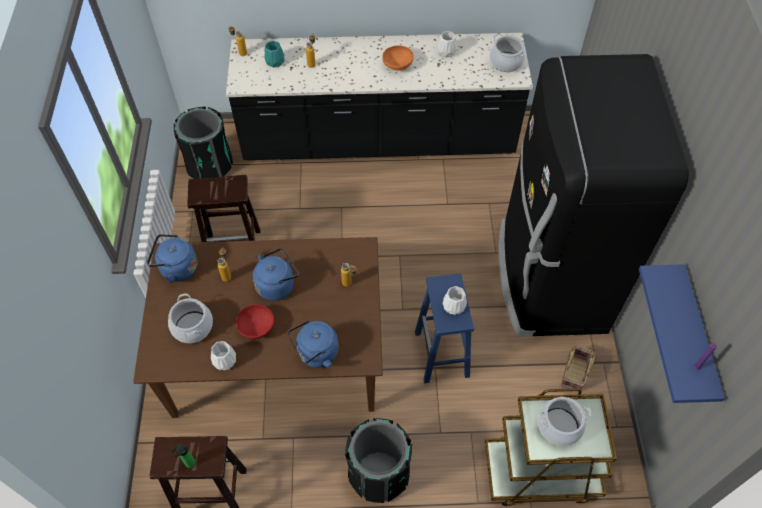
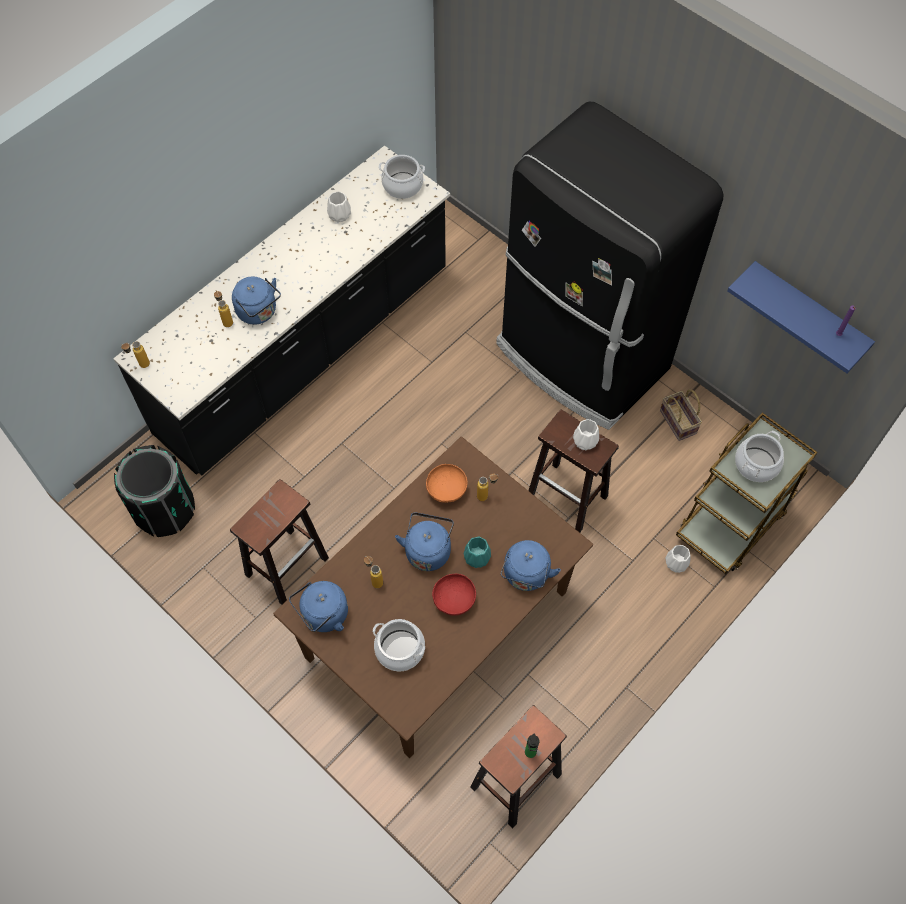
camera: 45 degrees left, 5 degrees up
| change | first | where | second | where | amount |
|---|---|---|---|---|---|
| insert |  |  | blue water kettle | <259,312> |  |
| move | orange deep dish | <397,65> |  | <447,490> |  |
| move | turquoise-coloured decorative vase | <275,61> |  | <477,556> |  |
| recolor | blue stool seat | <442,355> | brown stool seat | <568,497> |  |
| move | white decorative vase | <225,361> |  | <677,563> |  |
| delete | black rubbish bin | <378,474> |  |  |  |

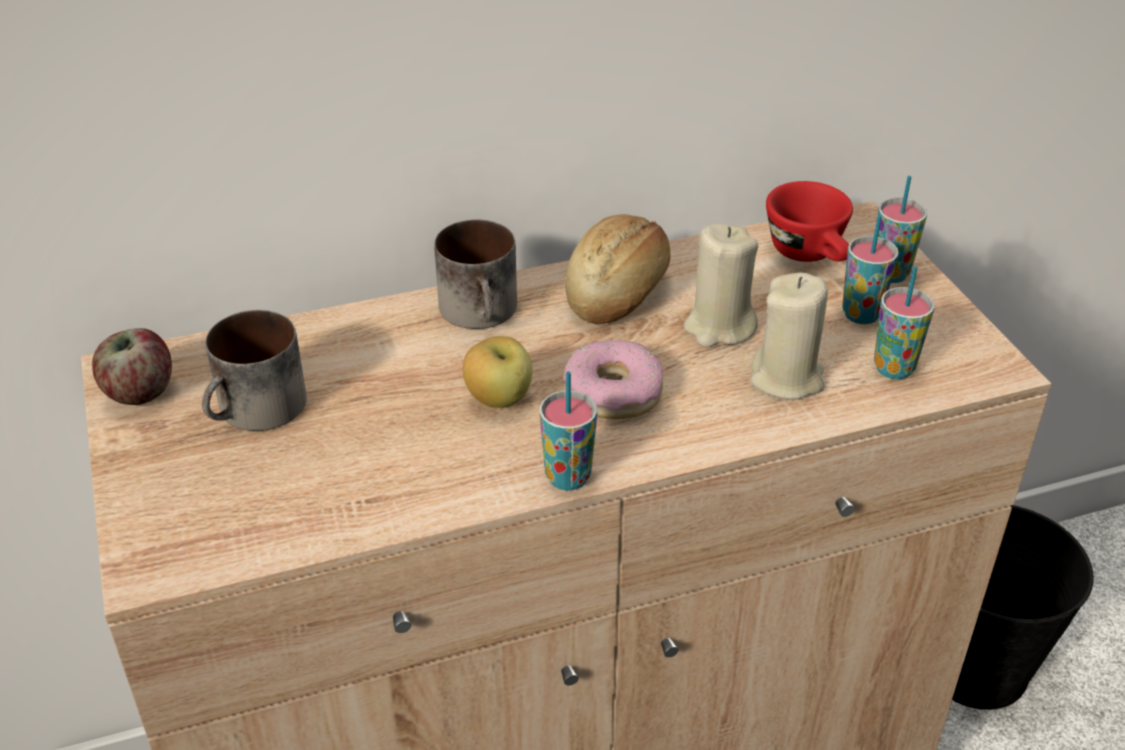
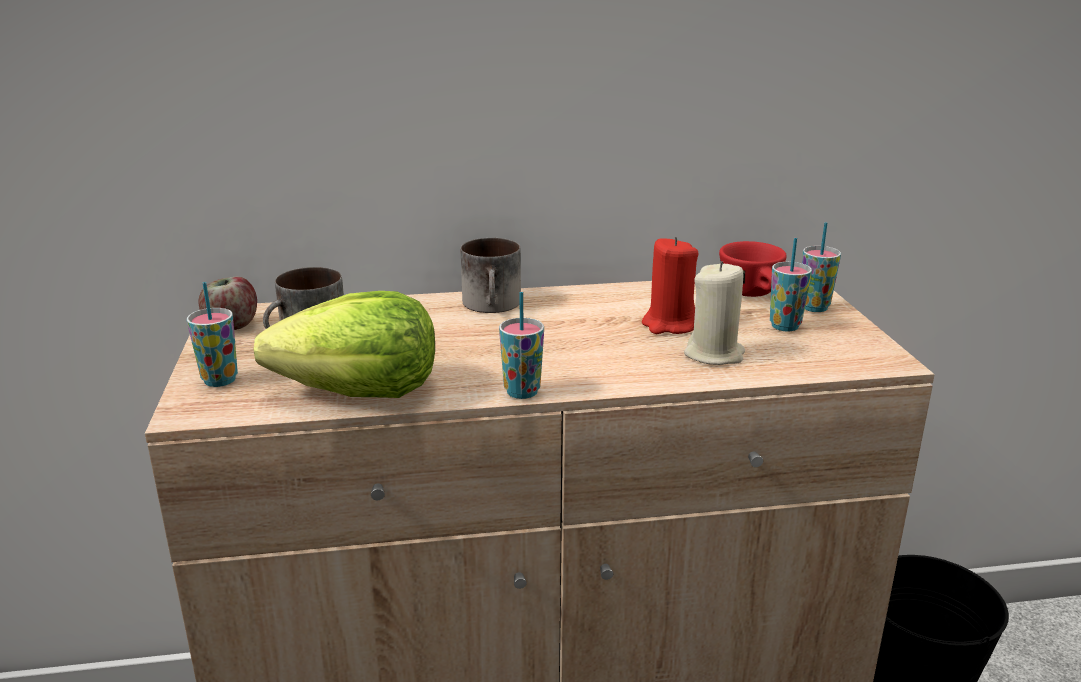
camera: 10 degrees right, 15 degrees down
| change | first | where | second | where | amount |
|---|---|---|---|---|---|
| move | small cup | <893,368> |  | <220,380> |  |
| insert |  |  | lettuce head | <360,392> |  |
| recolor | beige-coloured wax light | <719,327> | reddish wax light | <669,325> |  |
| delete | apple fruit | <499,399> |  |  |  |
| delete | doughnut | <614,392> |  |  |  |
| delete | bakery bread | <619,292> |  |  |  |

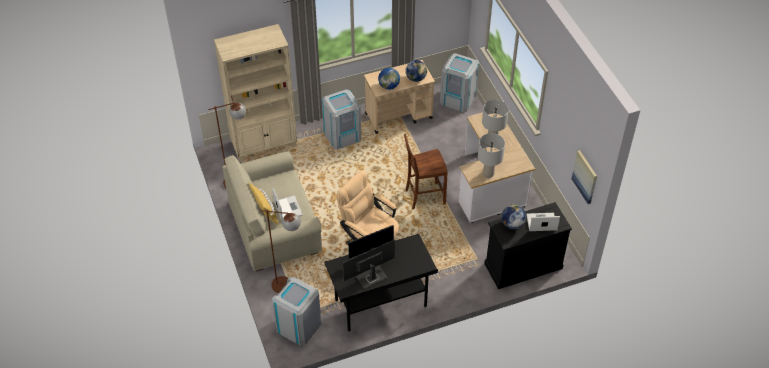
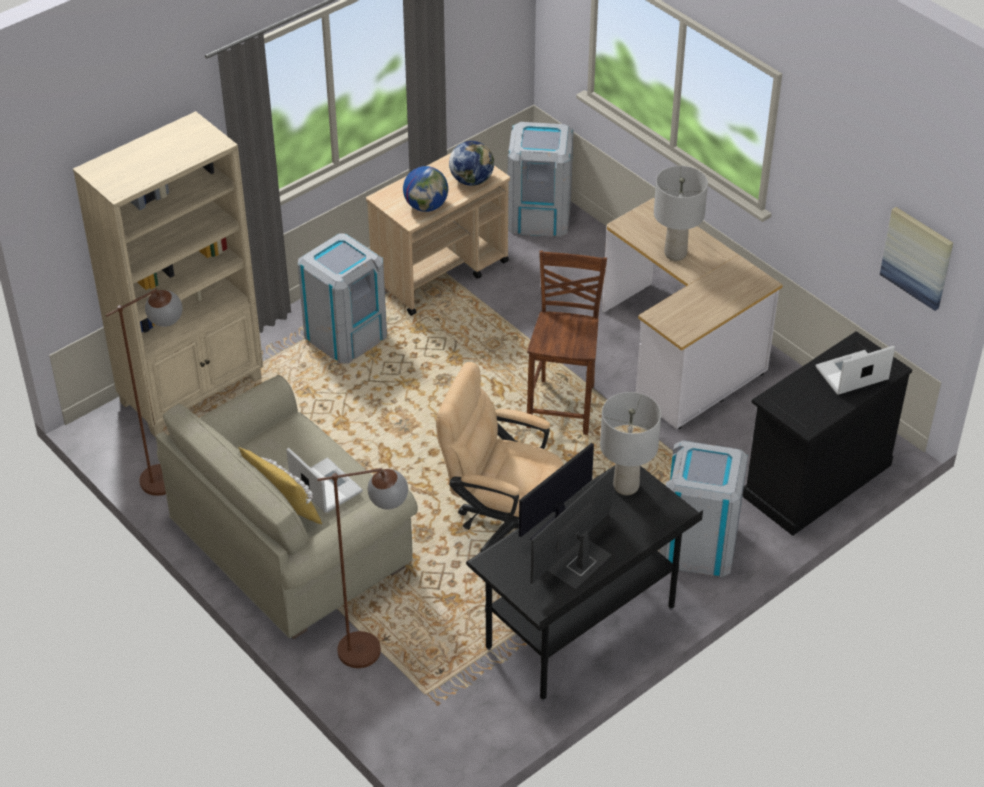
camera: 20 degrees left, 5 degrees down
| change | first | where | second | where | amount |
|---|---|---|---|---|---|
| rotate | brown plain chair | <424,196> |  | <563,405> | 135 degrees clockwise |
| move | grey table lamp | <488,173> |  | <625,486> |  |
| move | grey rubbish bin | <298,326> |  | <698,546> |  |
| delete | globe | <512,224> |  |  |  |

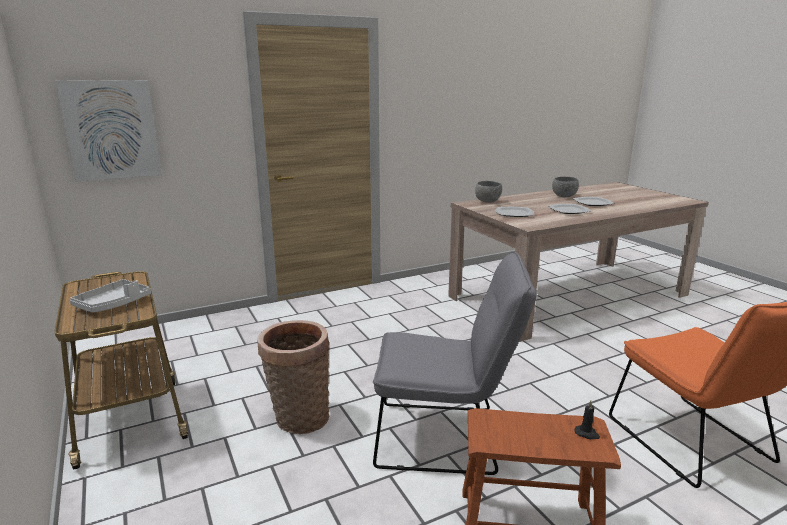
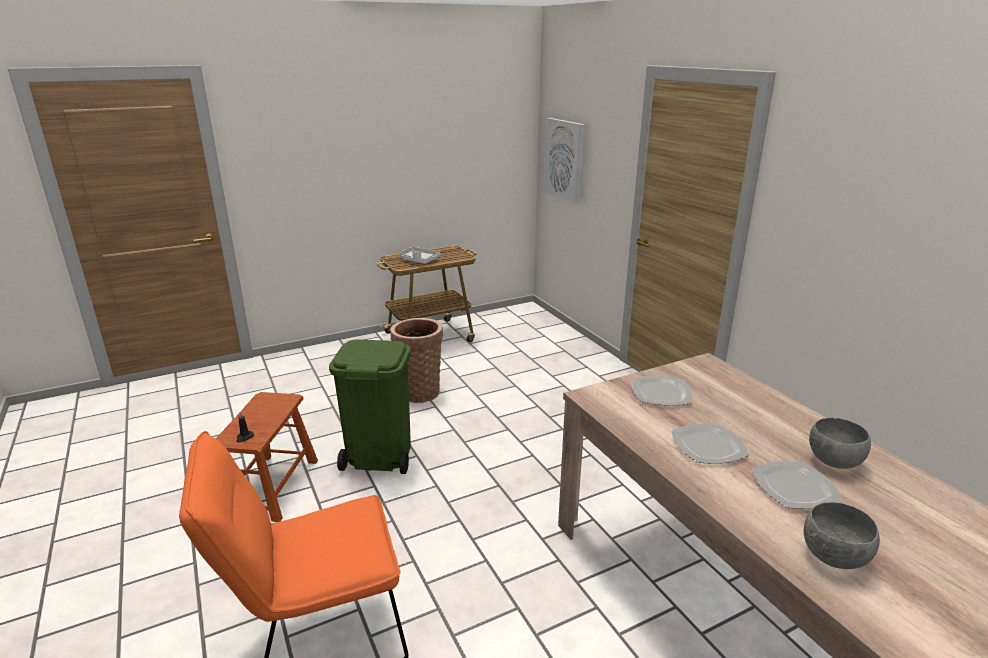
camera: 90 degrees right, 5 degrees up
| change | first | where | second | where | amount |
|---|---|---|---|---|---|
| replace | grey plain chair | <446,438> | green-coloured rubbish bin | <378,456> |  |
| move | grey deep dish | <488,202> |  | <834,558> |  |

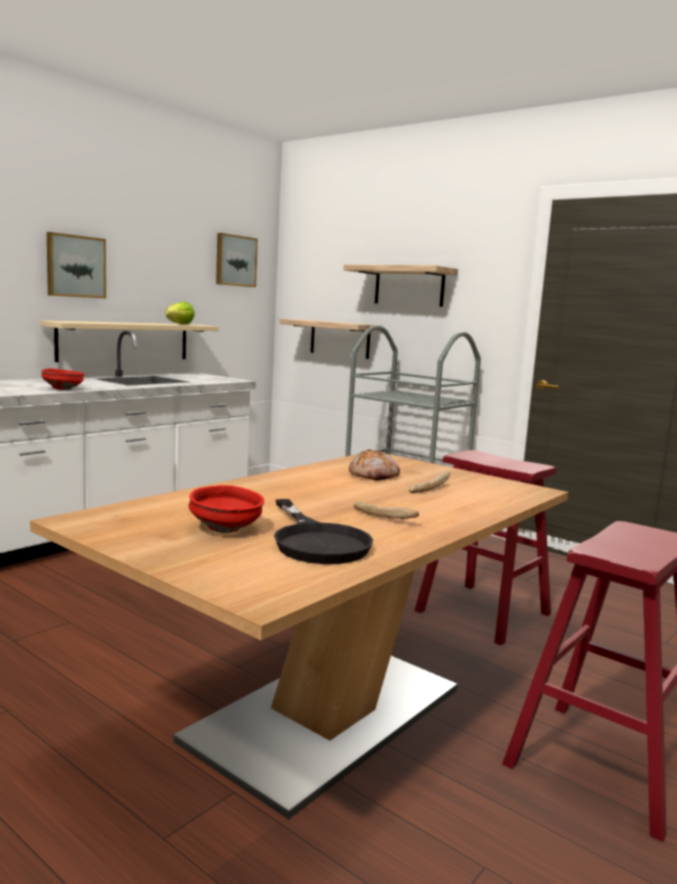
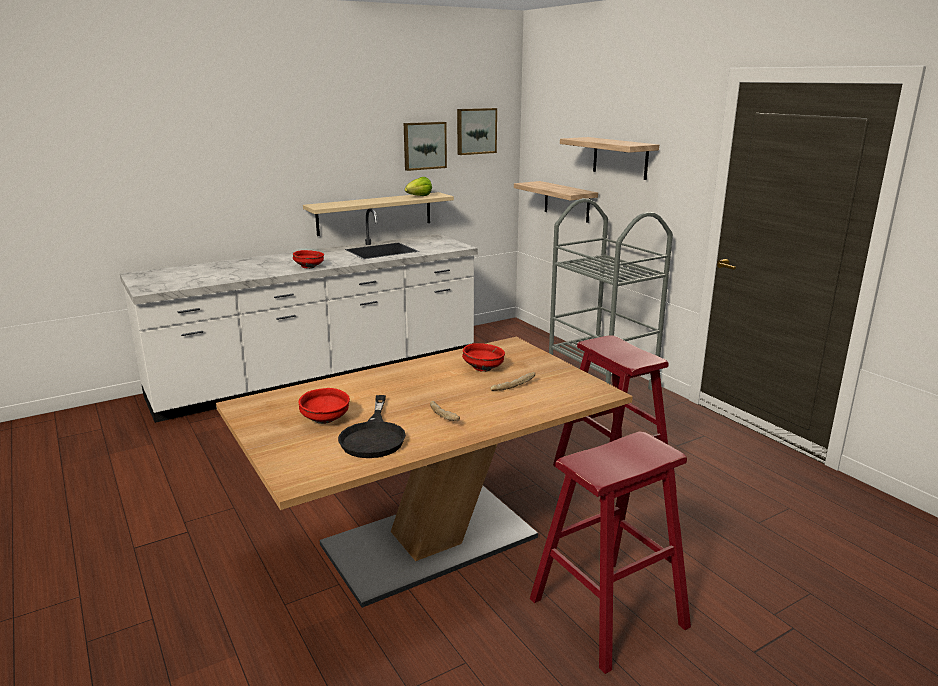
camera: 20 degrees right, 10 degrees up
| change | first | where | second | where | amount |
|---|---|---|---|---|---|
| move | picture | <75,266> |  | <424,145> |  |
| replace | bakery bread | <374,475> | reddish deep dish | <484,368> |  |

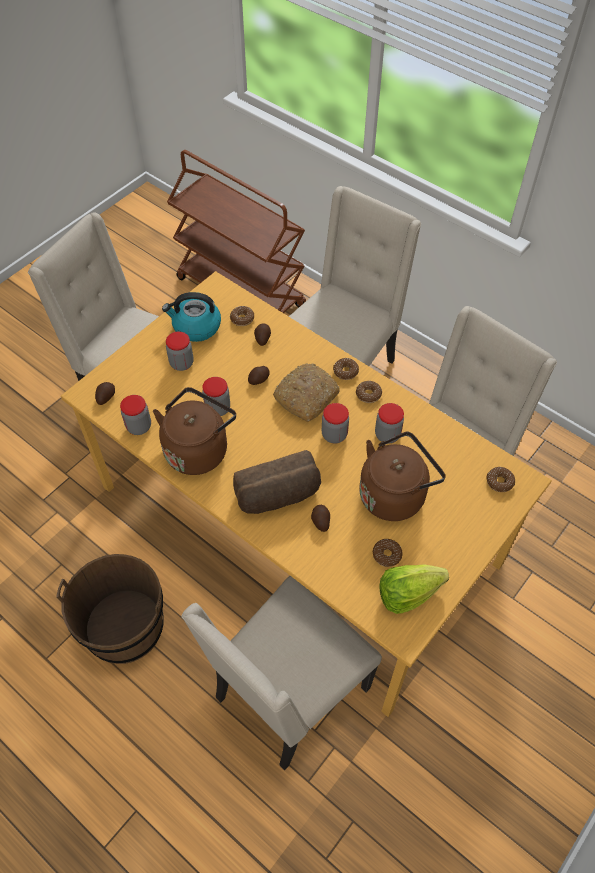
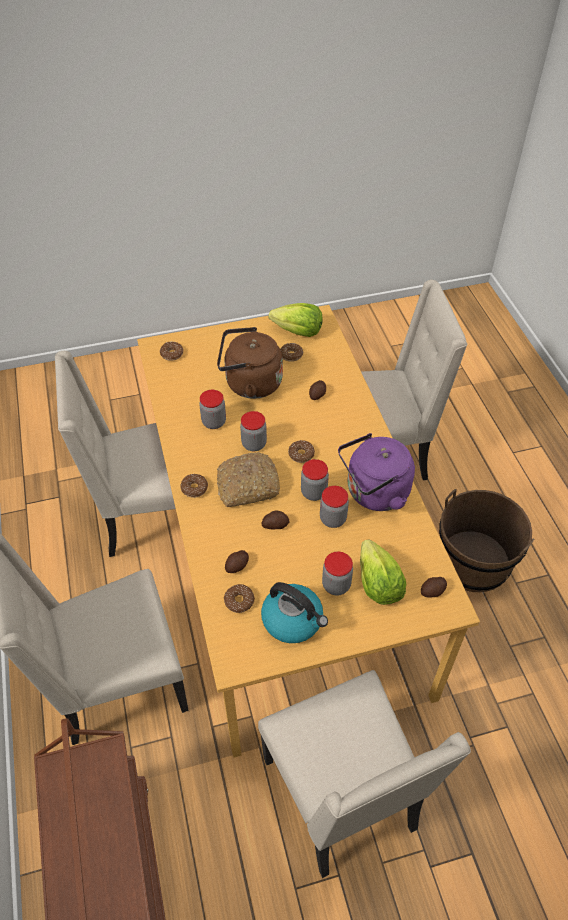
camera: 145 degrees left, 5 degrees down
| change | first | where | second | where | amount |
|---|---|---|---|---|---|
| move | doughnut | <368,394> |  | <301,454> |  |
| move | storage jar | <139,426> |  | <314,492> |  |
| recolor | brown water kettle | <198,449> | purple-coloured water kettle | <374,493> |  |
| insert |  |  | lettuce head | <377,584> |  |
| delete | bakery bread | <278,496> |  |  |  |

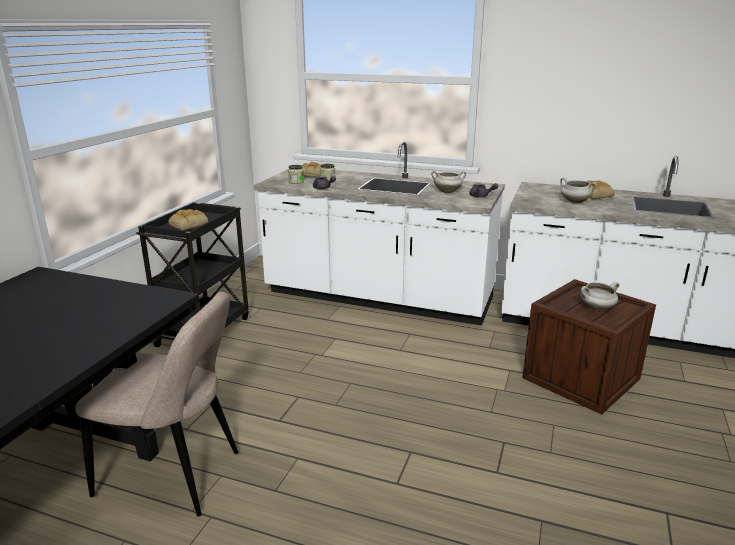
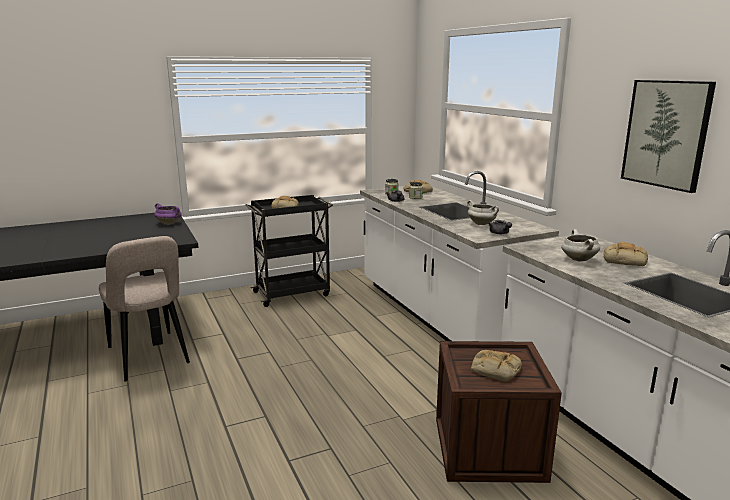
camera: 45 degrees right, 5 degrees down
| change | first | where | second | where | amount |
|---|---|---|---|---|---|
| insert |  |  | purple-coloured stockpot | <169,223> |  |
| replace | white stockpot | <596,308> | bakery bread | <494,370> |  |
| insert |  |  | picture | <666,134> |  |

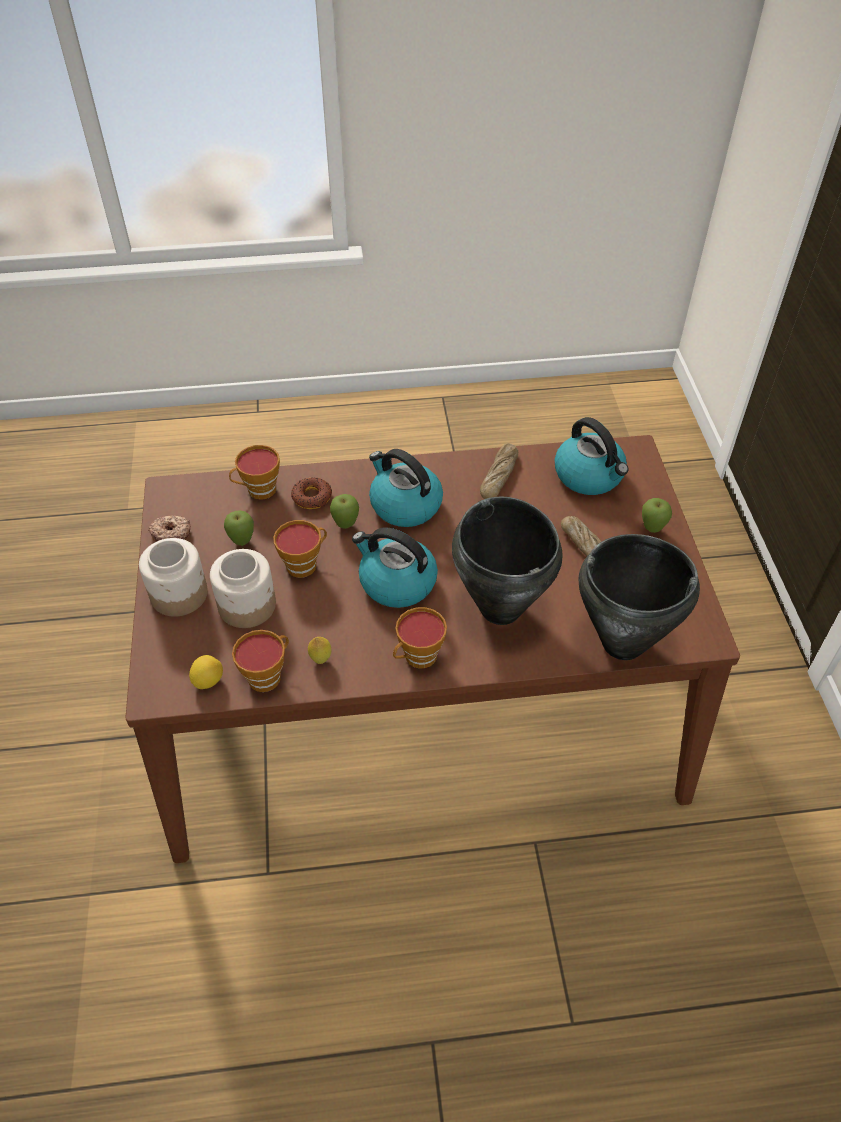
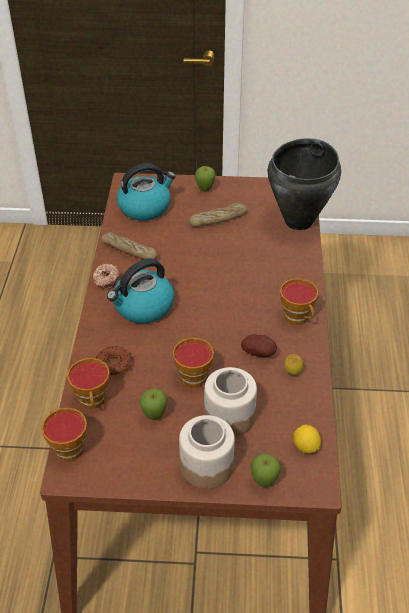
camera: 80 degrees left, 5 degrees down
| change | first | where | second | where | amount |
|---|---|---|---|---|---|
| move | small cup | <267,675> |  | <66,447> |  |
| move | doughnut | <171,533> |  | <106,280> |  |
| insert |  |  | potato | <259,353> |  |
| move | apple fruit | <346,525> |  | <264,482> |  |
| delete | water kettle | <396,582> |  |  |  |
| delete | black stockpot | <501,607> |  |  |  |

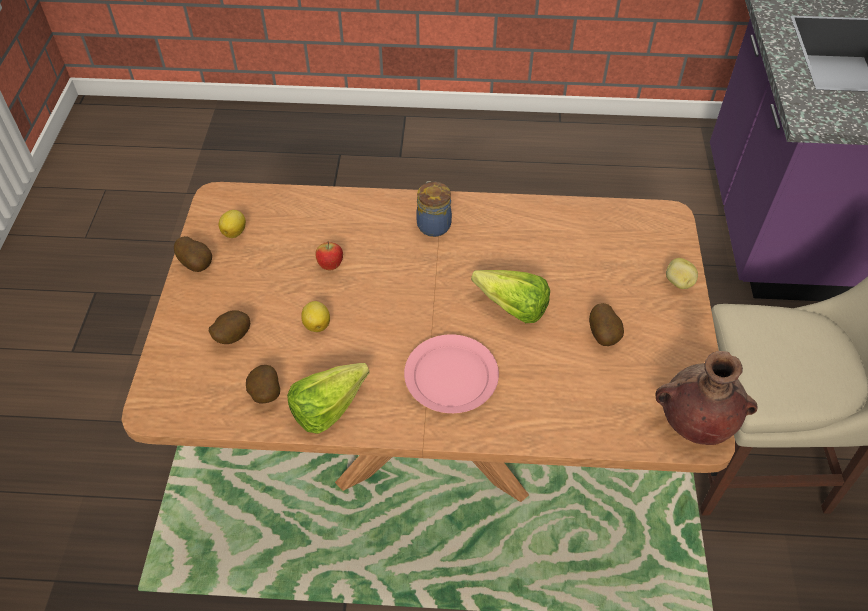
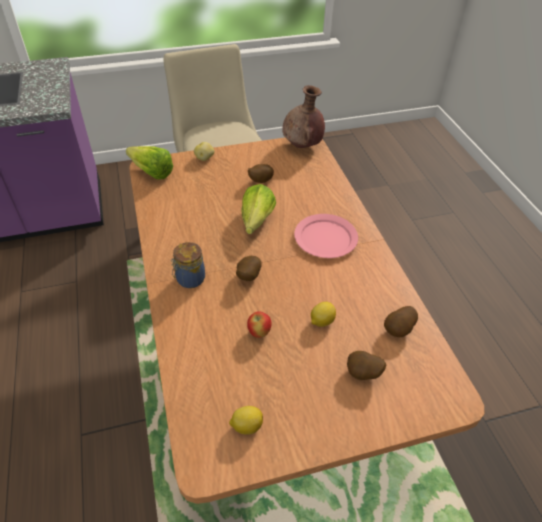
camera: 110 degrees left, 5 degrees down
| change | first | where | second | where | amount |
|---|---|---|---|---|---|
| move | lettuce head | <335,406> |  | <149,171> |  |
| move | potato | <197,264> |  | <247,277> |  |

